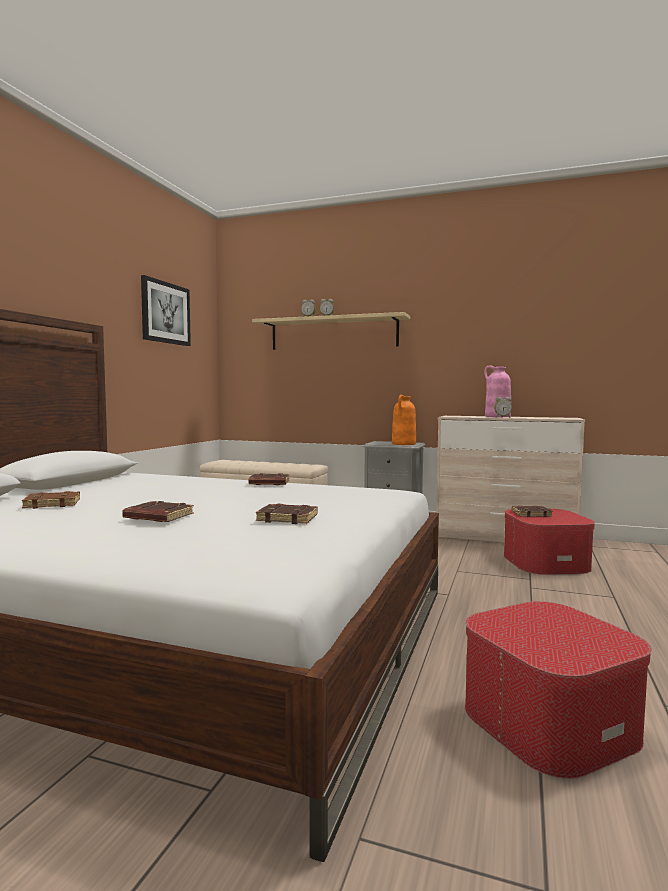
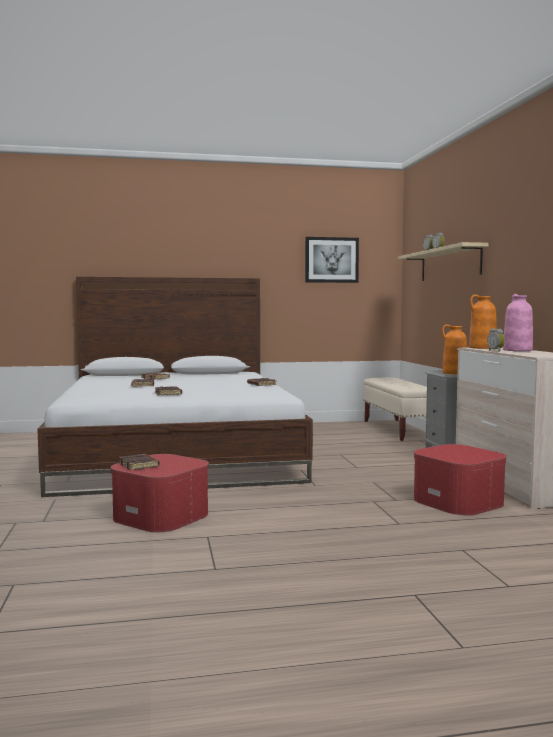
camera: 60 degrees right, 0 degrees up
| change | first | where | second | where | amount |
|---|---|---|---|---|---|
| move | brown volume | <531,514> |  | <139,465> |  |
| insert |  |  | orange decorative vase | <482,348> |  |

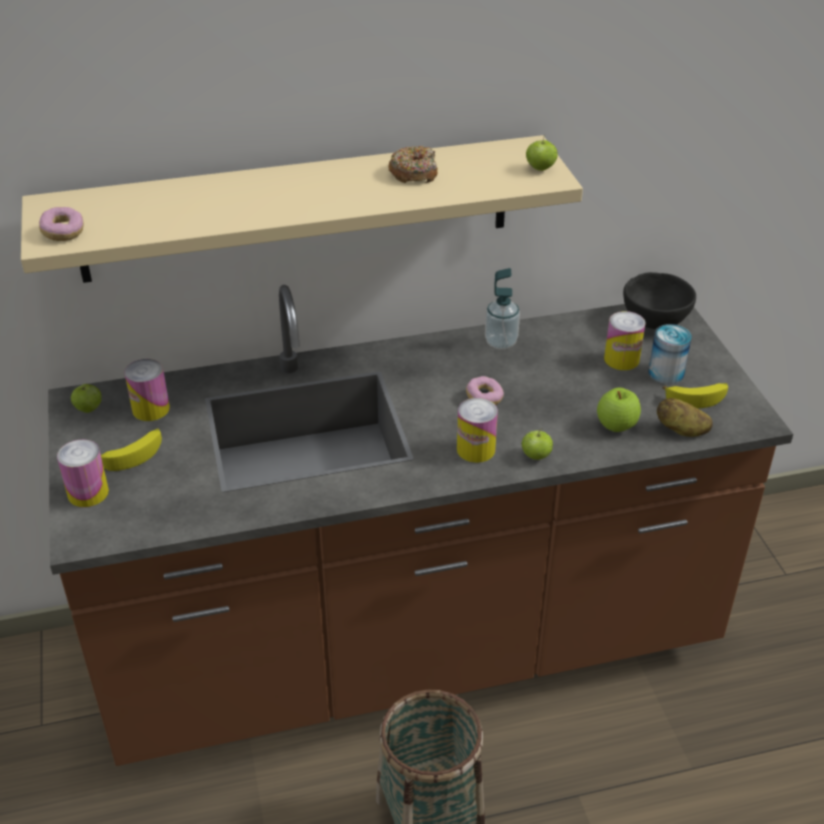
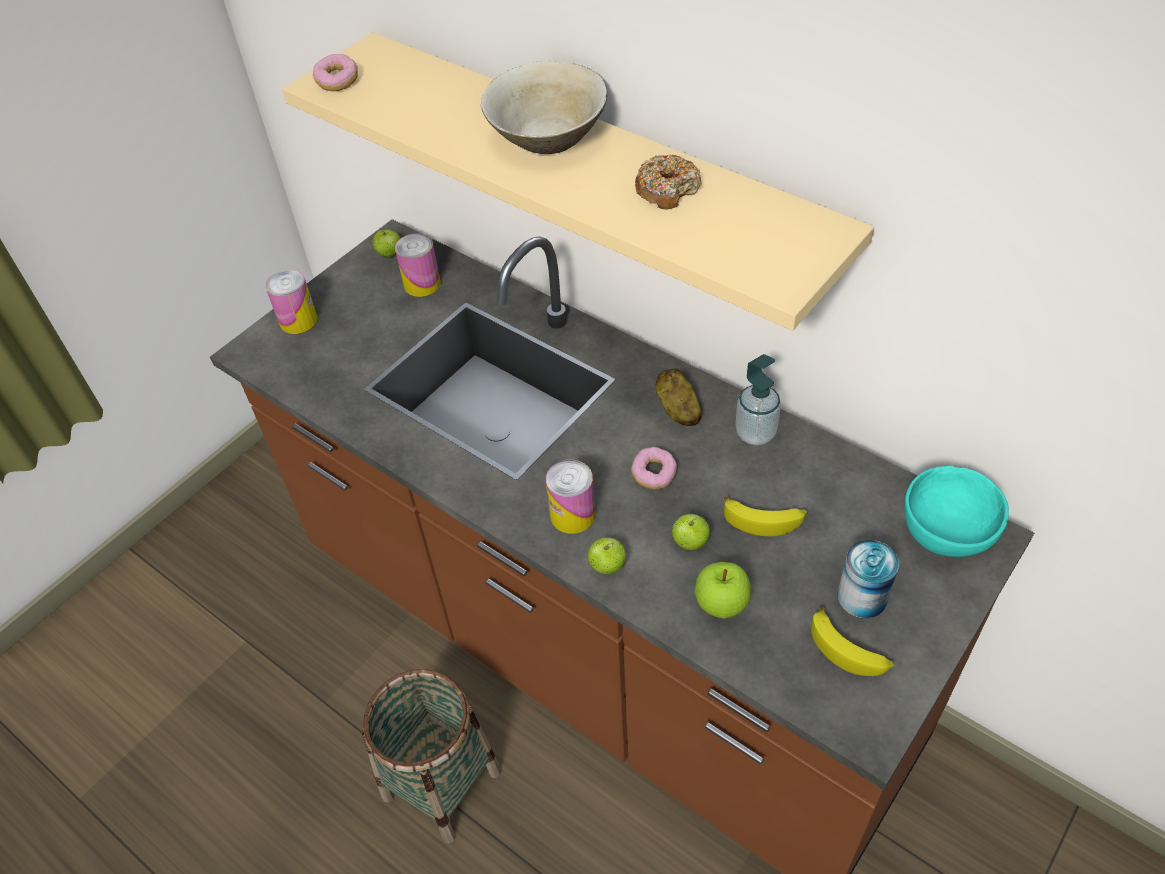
camera: 55 degrees right, 10 degrees up
| change | first | where | second | where | amount |
|---|---|---|---|---|---|
| insert |  |  | beige-coloured deep dish | <547,139> |  |
| move | potato | <681,430> |  | <677,409> |  |
| move | apple fruit | <540,169> |  | <690,542> |  |
| move | whole banana | <134,454> |  | <764,519> |  |
| recolor | black deep dish | <655,321> | turquoise-coloured deep dish | <947,534> |  |
| delete | metal can | <621,359> |  |  |  |

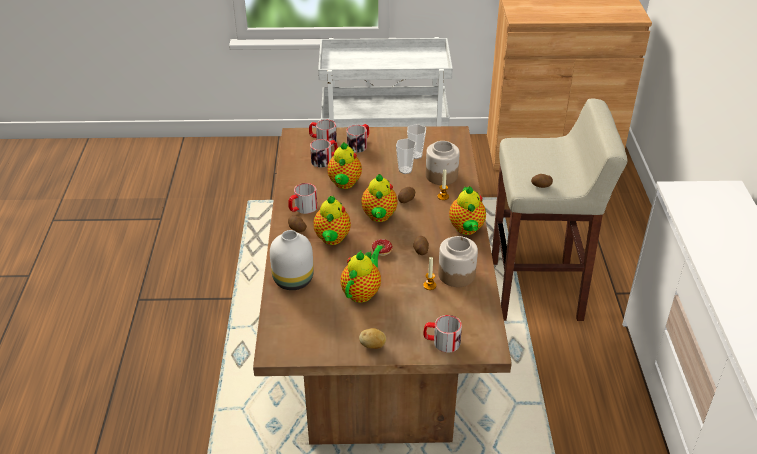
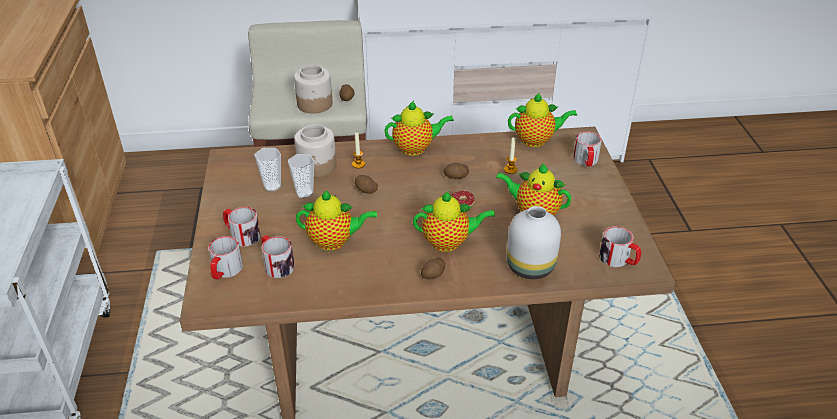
camera: 95 degrees left, 0 degrees up
| change | first | where | second | where | amount |
|---|---|---|---|---|---|
| move | storage jar | <456,274> |  | <314,104> |  |
| move | teapot | <379,217> |  | <536,140> |  |
| move | coffee mug | <302,208> |  | <618,260> |  |
| delete | potato | <372,346> |  |  |  |

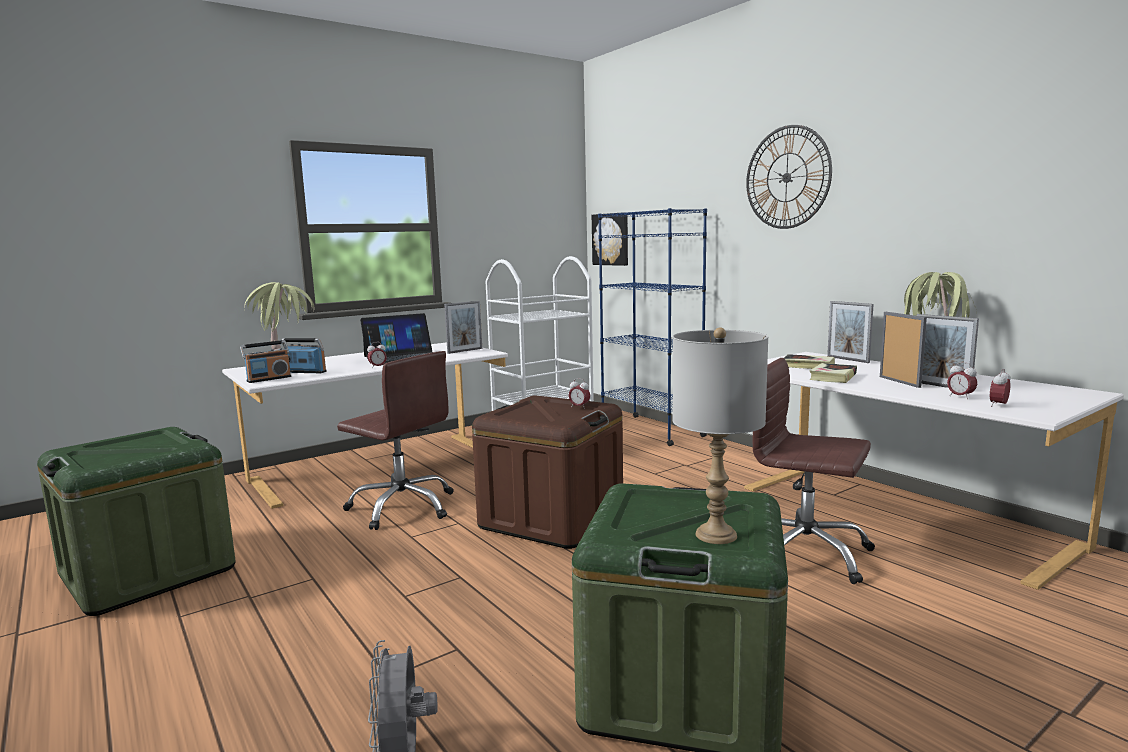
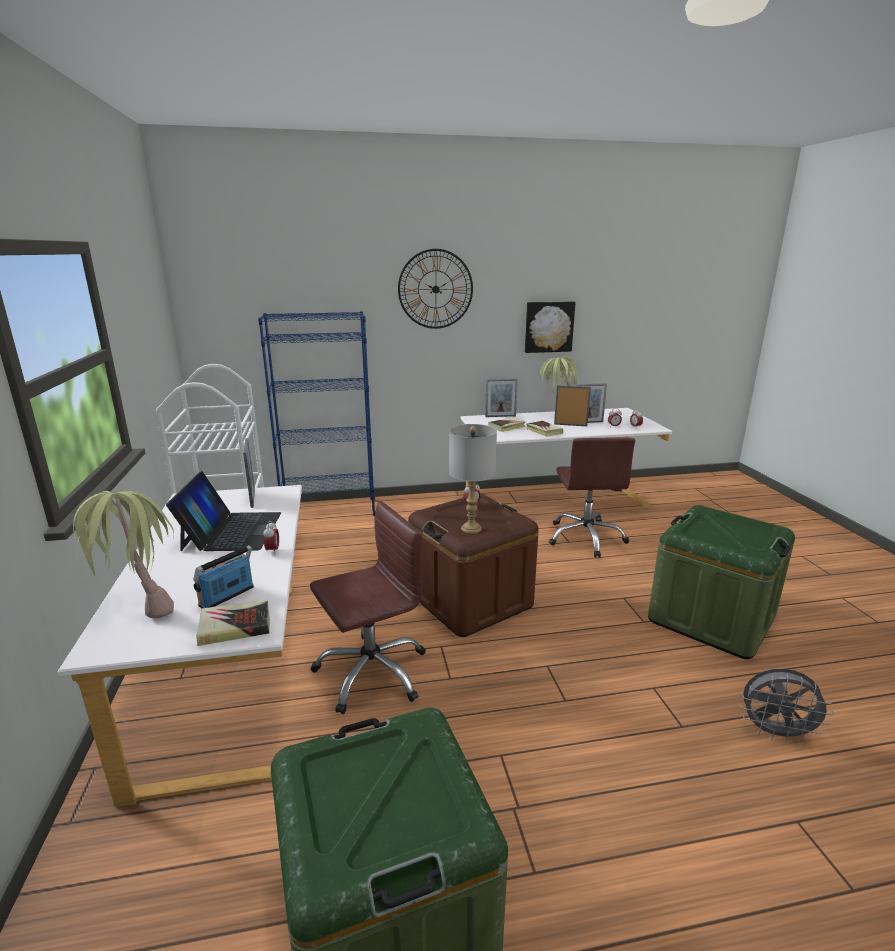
camera: 65 degrees left, 10 degrees up
| change | first | where | second | where | amount |
|---|---|---|---|---|---|
| replace | radio set | <269,379> | volume | <235,626> |  |
| move | grey table lamp | <715,535> |  | <471,528> |  |
| move | picture | <611,239> |  | <548,327> |  |
| rotate | brown desk chair | <804,553> |  | <586,538> | 60 degrees counterclockwise |

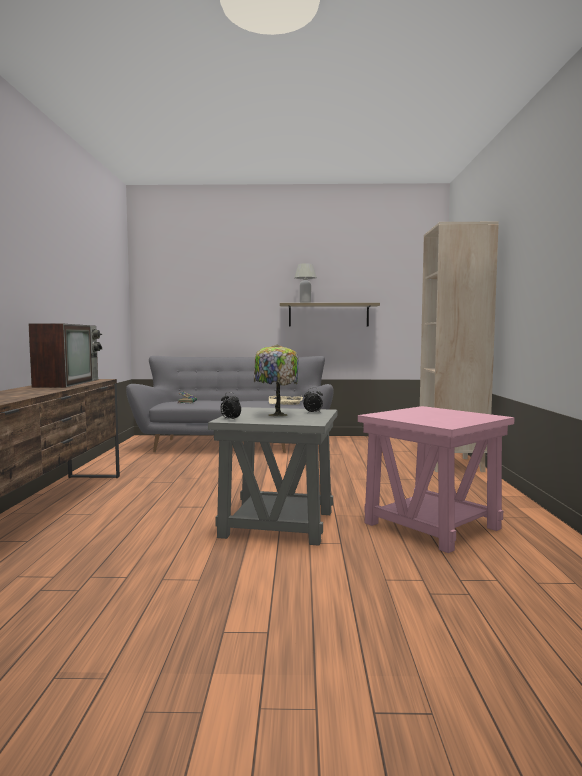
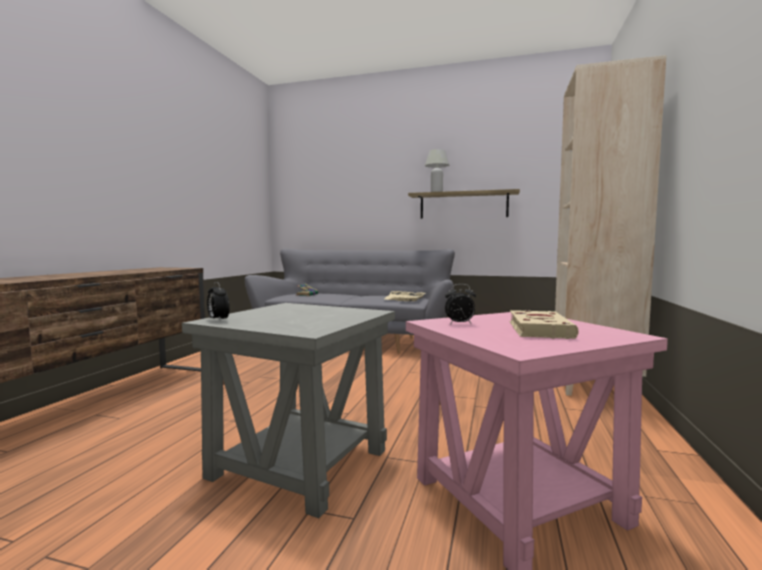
camera: 15 degrees right, 0 degrees up
| change | first | where | second | where | amount |
|---|---|---|---|---|---|
| move | bedside clock | <313,413> |  | <460,324> |  |
| insert |  |  | beige-coloured volume | <538,329> |  |
| delete | TV | <67,383> |  |  |  |
| delete | table lamp | <276,415> |  |  |  |

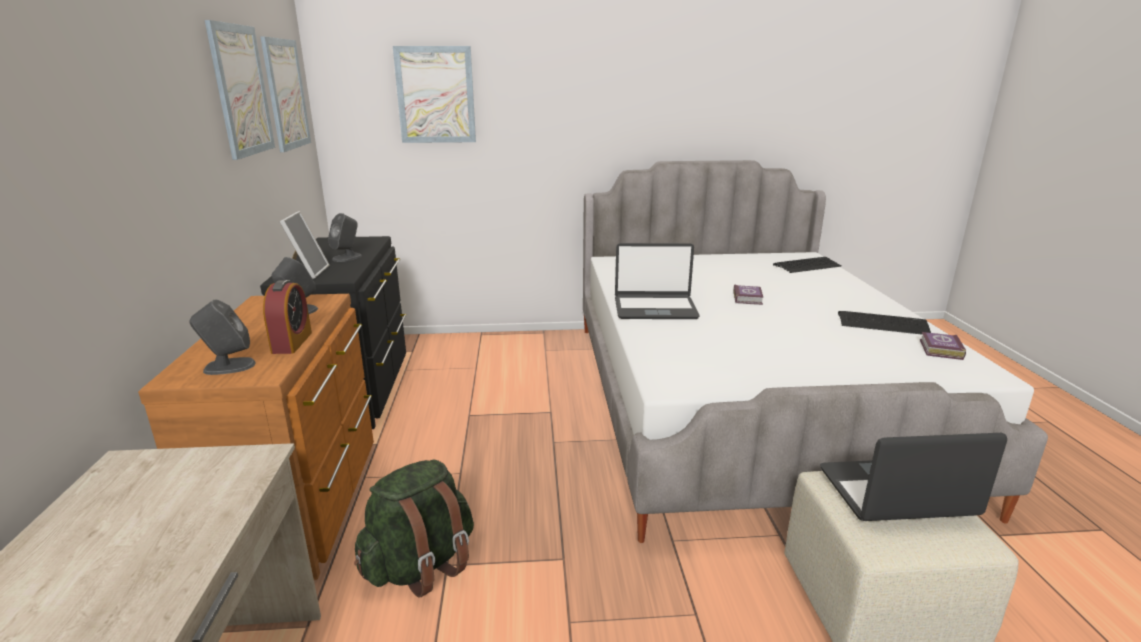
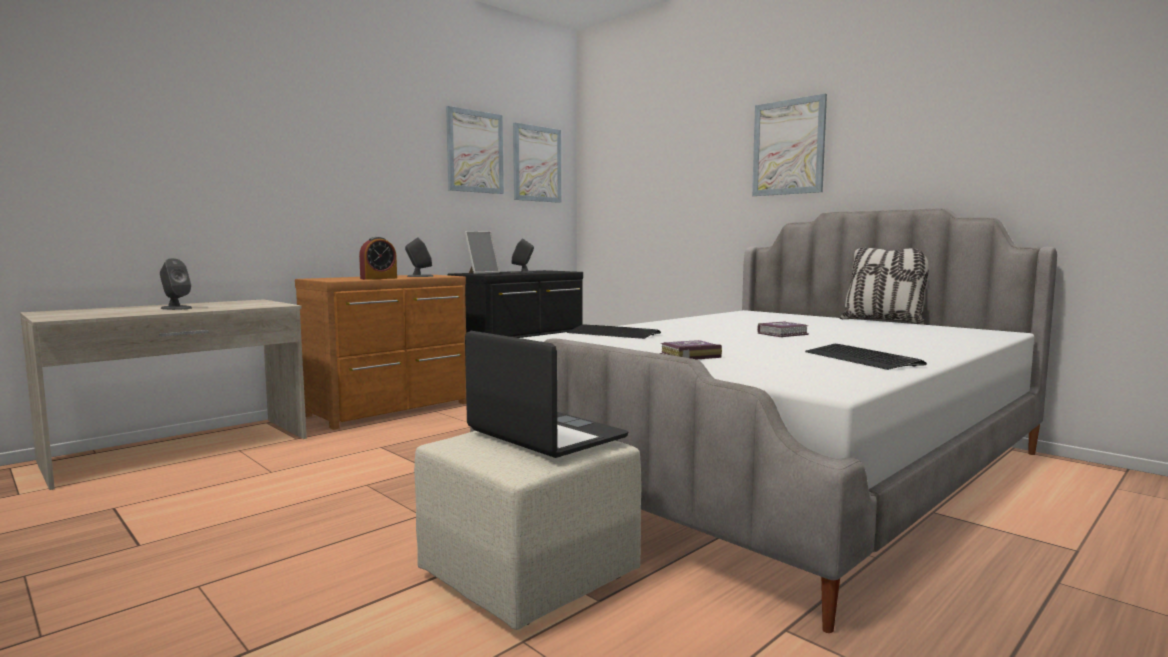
camera: 50 degrees right, 15 degrees down
| change | first | where | second | where | amount |
|---|---|---|---|---|---|
| move | grey speaker | <228,366> |  | <176,308> |  |
| move | computer keyboard | <807,266> |  | <613,334> |  |
| move | volume | <940,350> |  | <688,356> |  |
| move | picture | <435,95> |  | <788,147> |  |
| insert |  |  | pillow | <883,321> |  |
| delete | green-coloured knapsack | <420,565> |  |  |  |
| delete | portable computer | <655,308> |  |  |  |

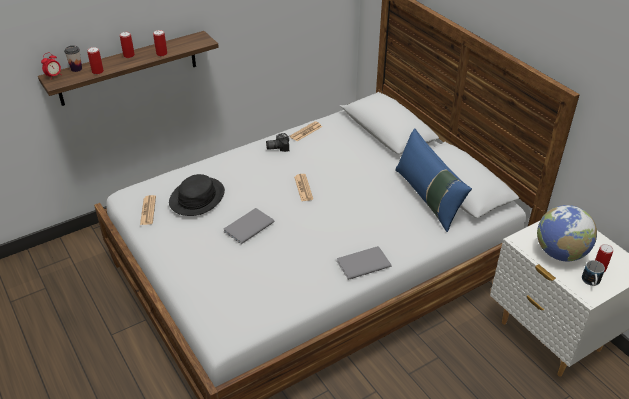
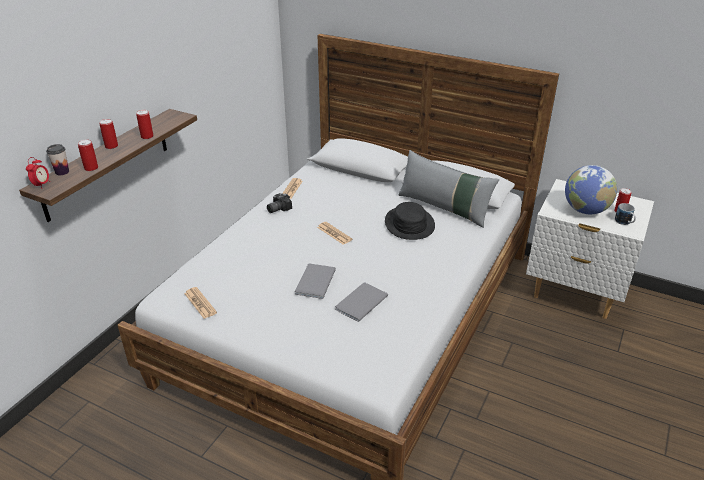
camera: 30 degrees left, 5 degrees down
| change | first | where | second | where | amount |
|---|---|---|---|---|---|
| move | grey volume | <361,263> |  | <359,303> |  |
| move | black wearable hat | <197,197> |  | <409,224> |  |
| recolor | blue pillow | <428,198> | grey pillow | <444,208> |  |

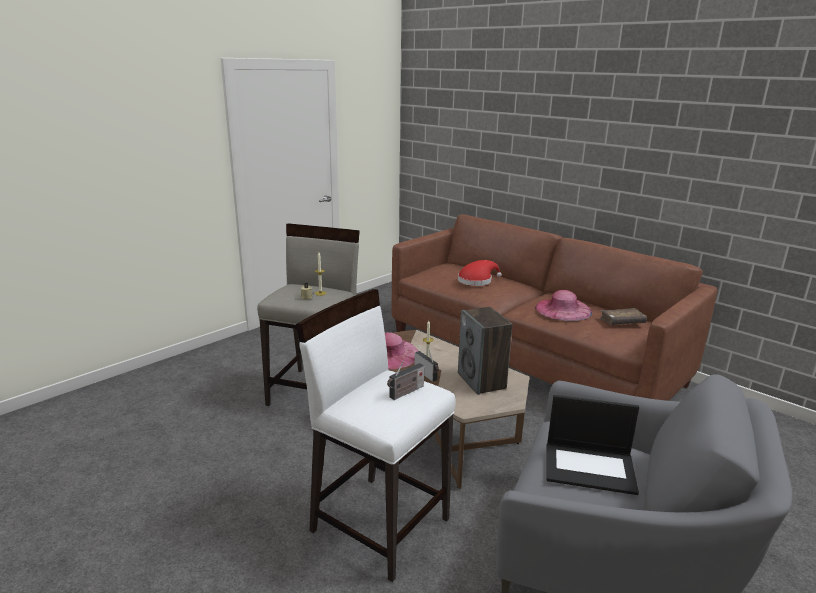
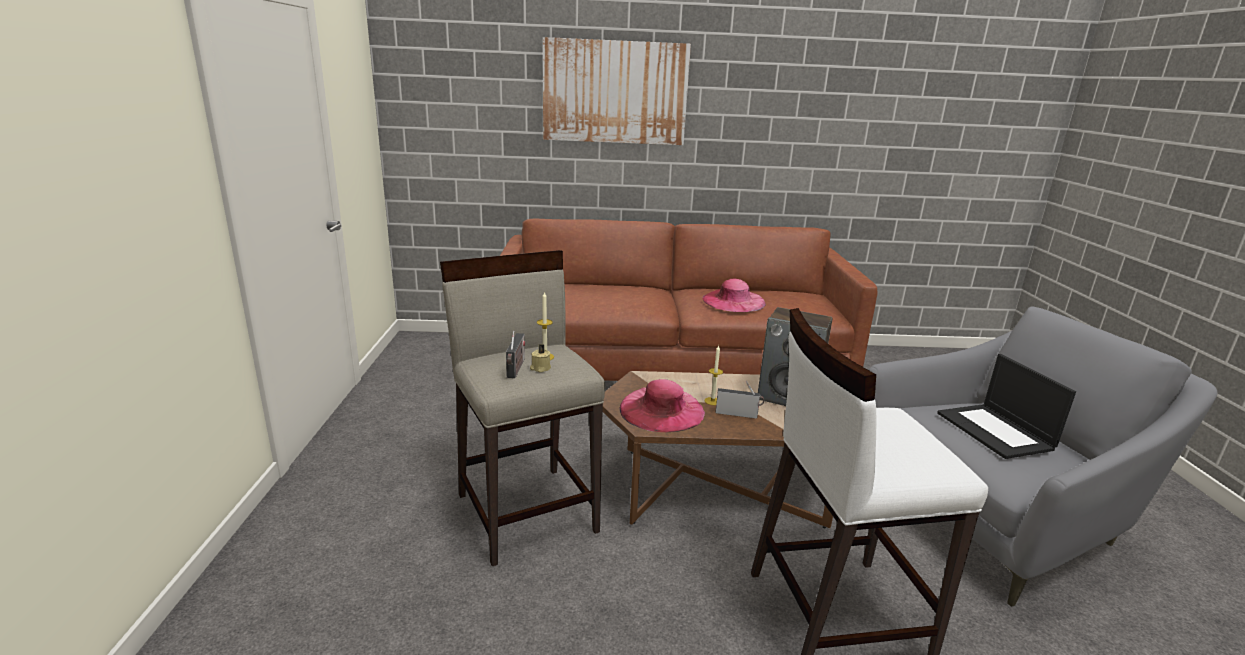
camera: 45 degrees left, 0 degrees up
| change | first | where | second | where | amount |
|---|---|---|---|---|---|
| move | radio set | <405,392> |  | <516,369> |  |
| insert |  |  | picture | <615,92> |  |
| rotate | portable computer | <590,467> |  | <996,431> | 105 degrees clockwise |
| delete | reddish wearable hat | <477,280> |  |  |  |
| delete | brown volume | <622,322> |  |  |  |

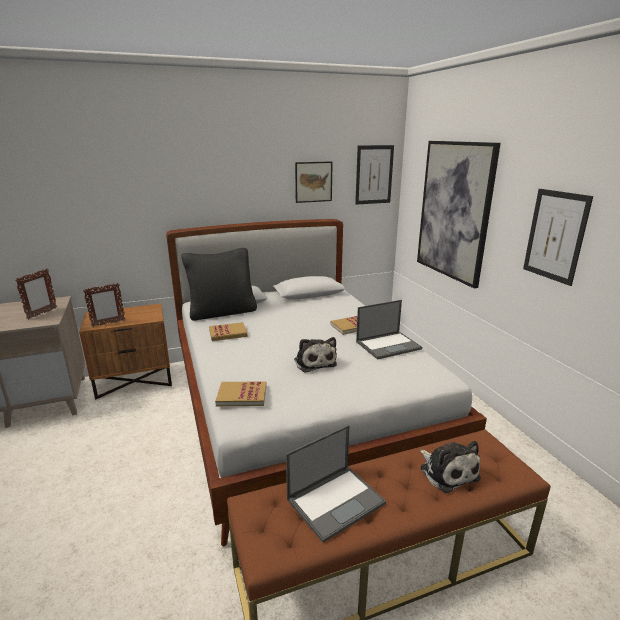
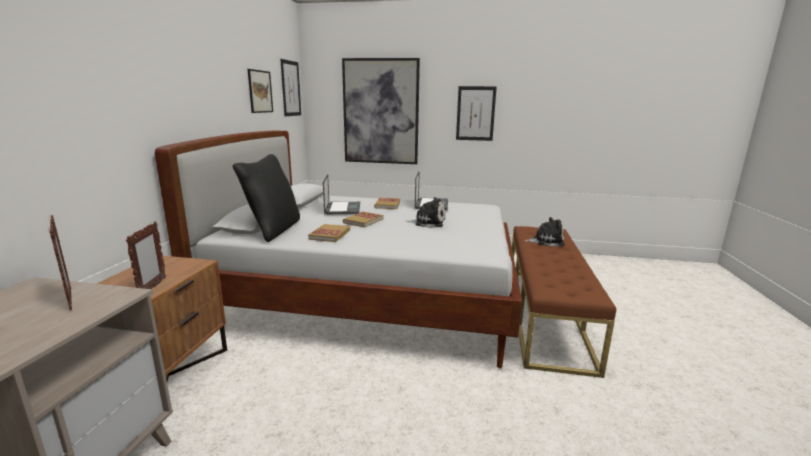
camera: 60 degrees left, 5 degrees down
| change | first | where | second | where | amount |
|---|---|---|---|---|---|
| move | portable computer | <336,500> |  | <342,208> |  |
| move | volume | <242,395> |  | <363,221> |  |

